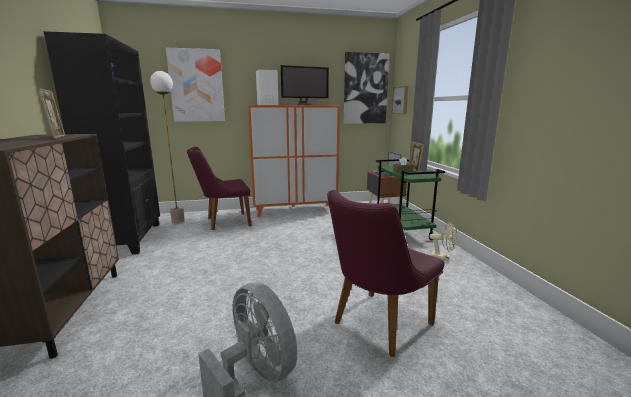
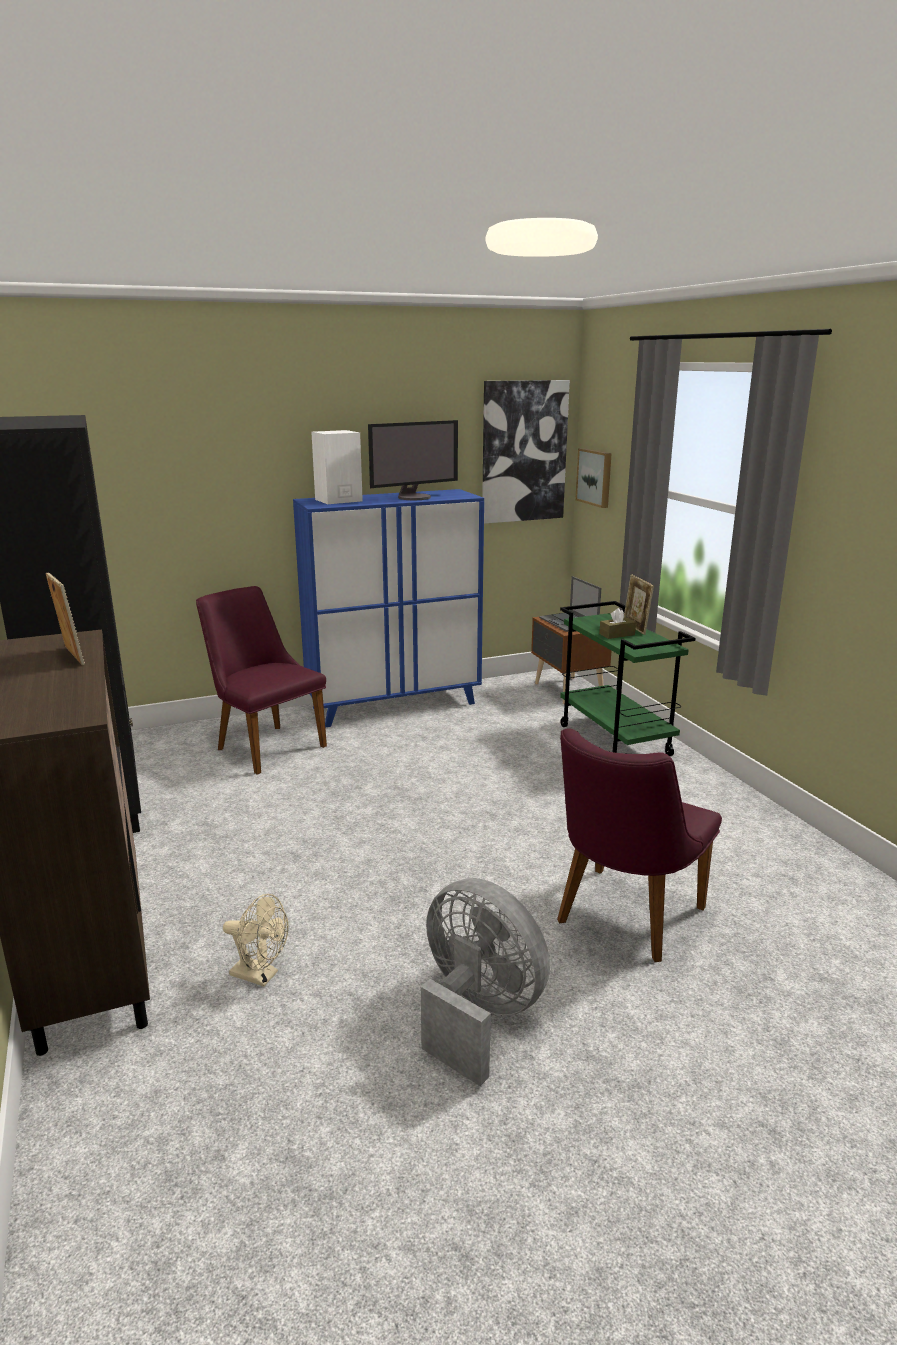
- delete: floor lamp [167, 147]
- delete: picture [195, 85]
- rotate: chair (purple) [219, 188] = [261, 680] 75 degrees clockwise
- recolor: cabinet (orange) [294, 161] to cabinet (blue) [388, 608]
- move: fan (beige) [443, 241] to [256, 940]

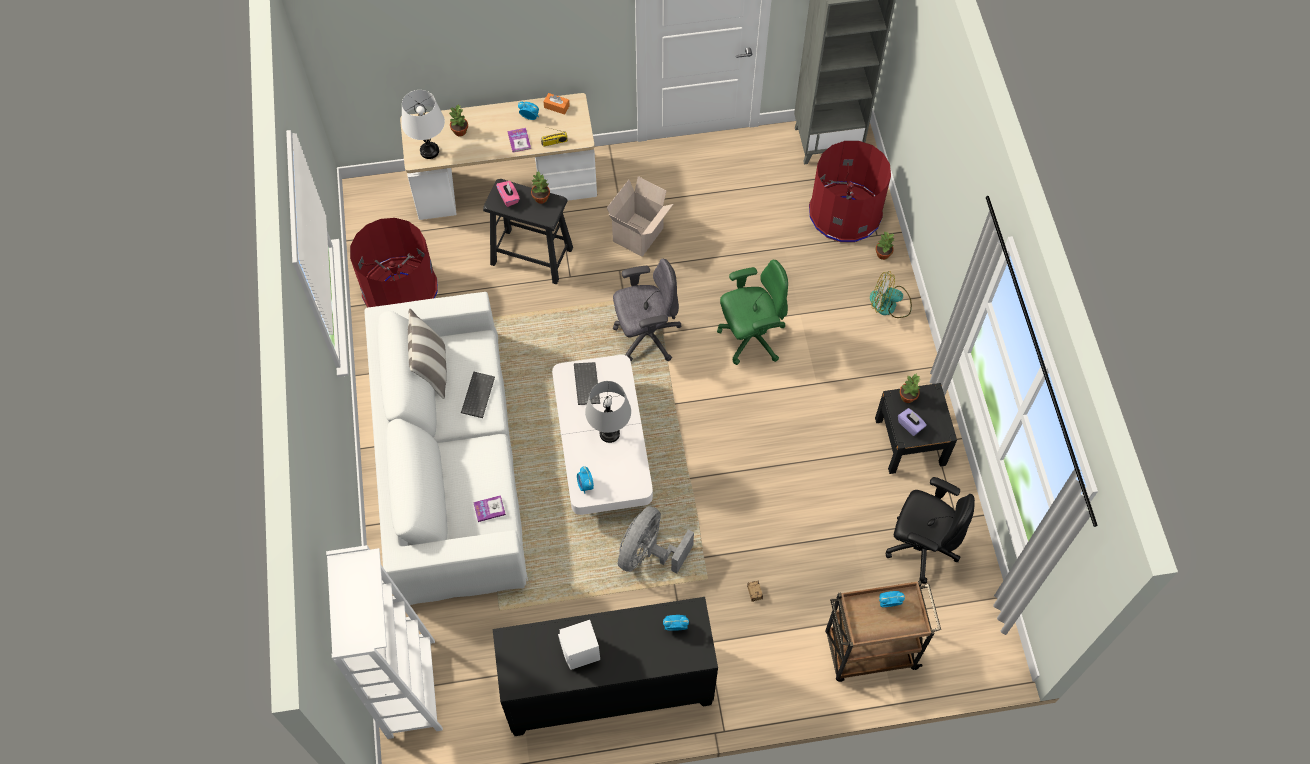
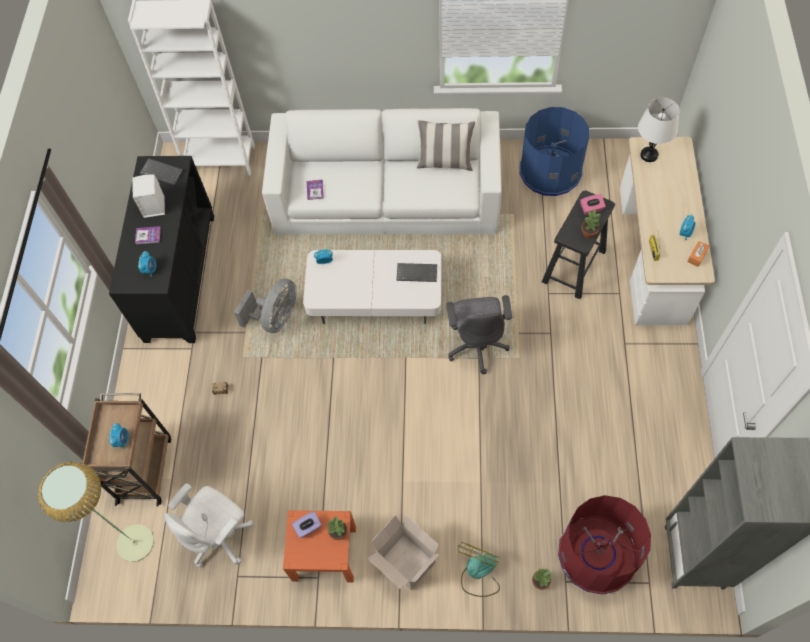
- recolor: trash can (red) [394, 263] to trash can (blue) [554, 151]
- delete: potted plant [458, 120]
- move: keyboard [478, 394] to [161, 172]
- move: book [519, 140] to [148, 235]
- delete: table lamp (grey) [608, 412]
- move: cardboard box [640, 216] to [403, 552]
- rotate: fan (grey) [656, 539] = [265, 306] 75 degrees clockwise
- delete: office chair (green) [752, 312]
- recolor: nightstand (black) [916, 428] to nightstand (orange) [319, 546]
- recolor: office chair (black) [930, 530] to office chair (white) [208, 525]
- insert: floor lamp [96, 511]

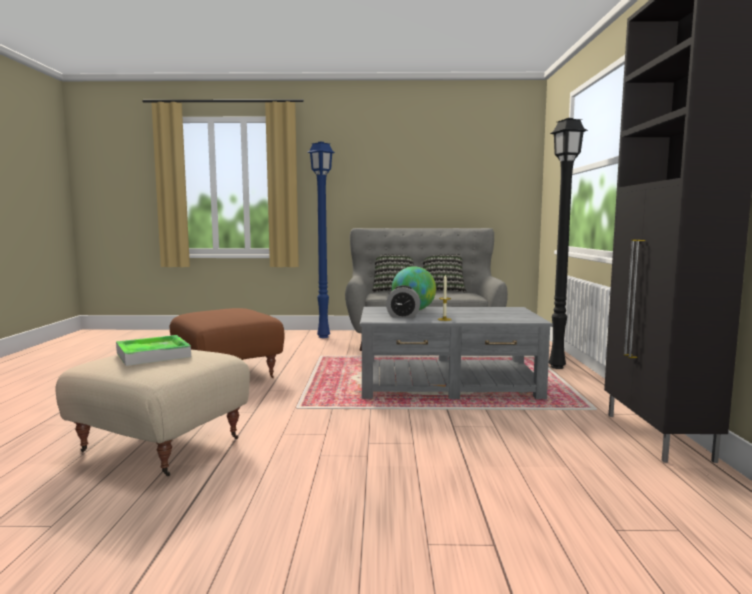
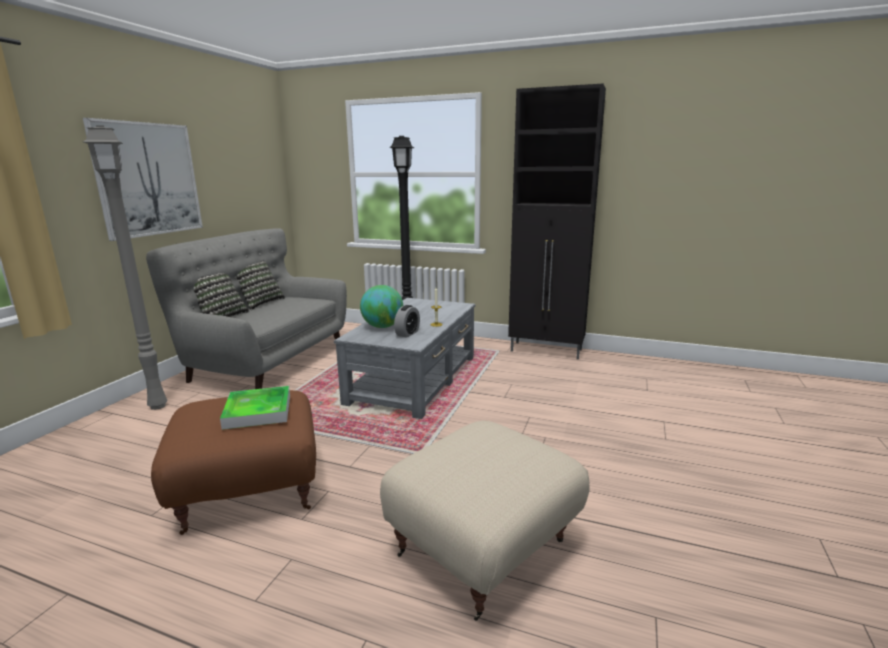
- move: tray [153, 350] to [255, 408]
- recolor: floor lamp (blue) [321, 239] to floor lamp (grey) [125, 267]
- insert: picture [143, 179]

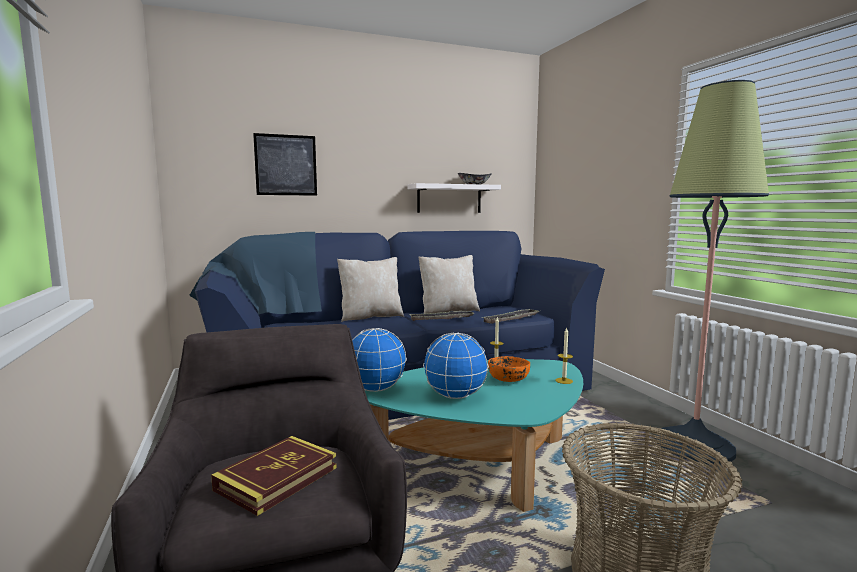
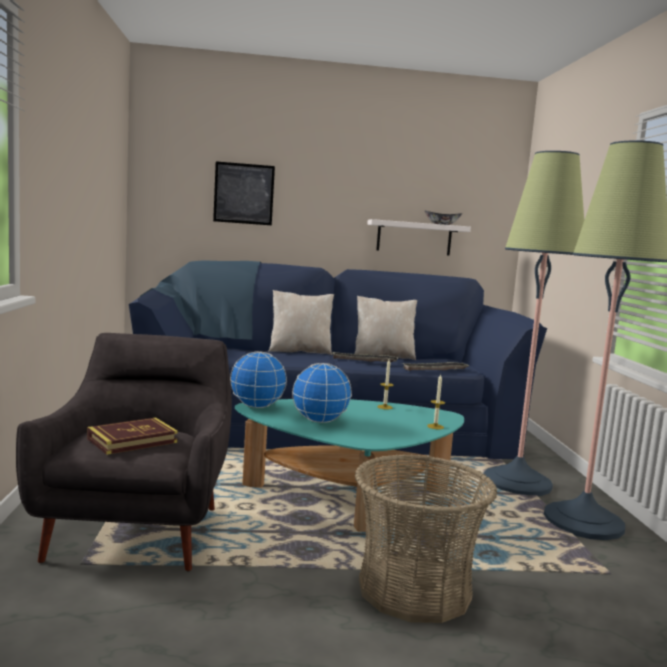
- delete: bowl (orange) [509, 369]
- insert: floor lamp [533, 323]

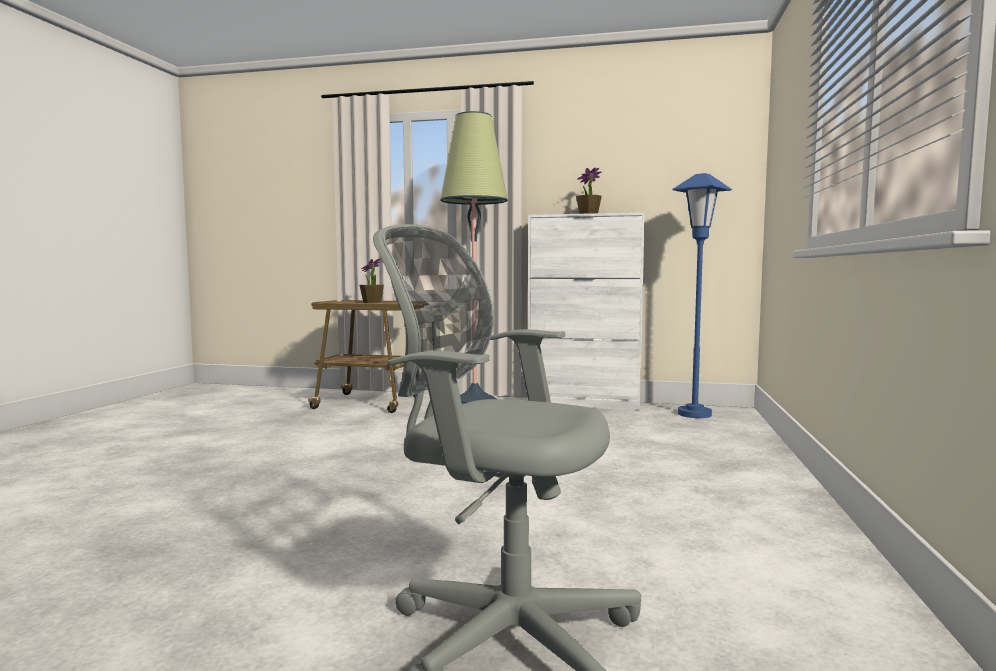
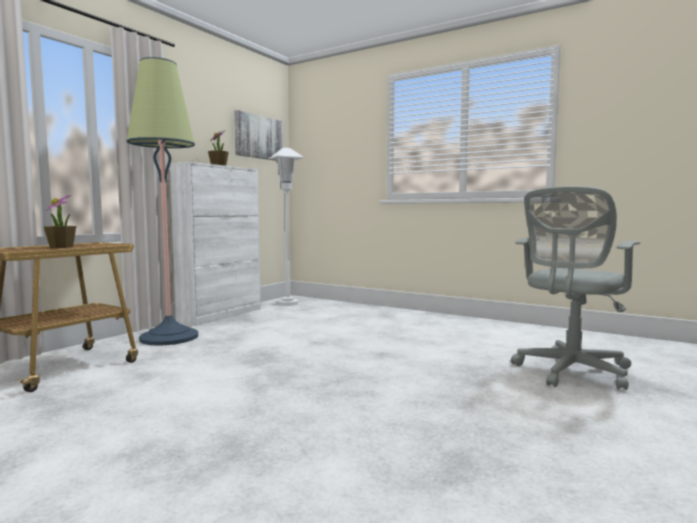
- recolor: floor lamp (blue) [702, 295] to floor lamp (white) [286, 227]
- insert: picture [258, 135]

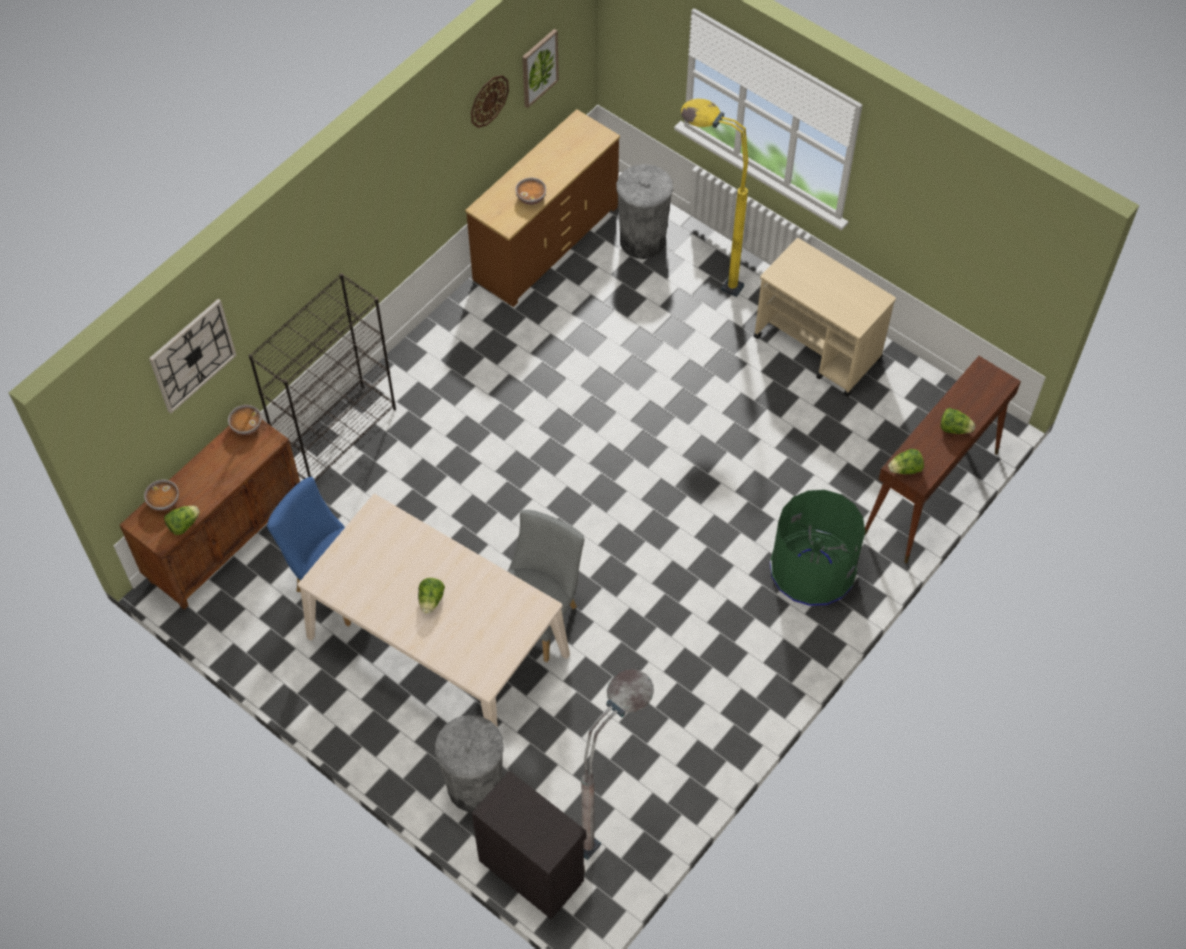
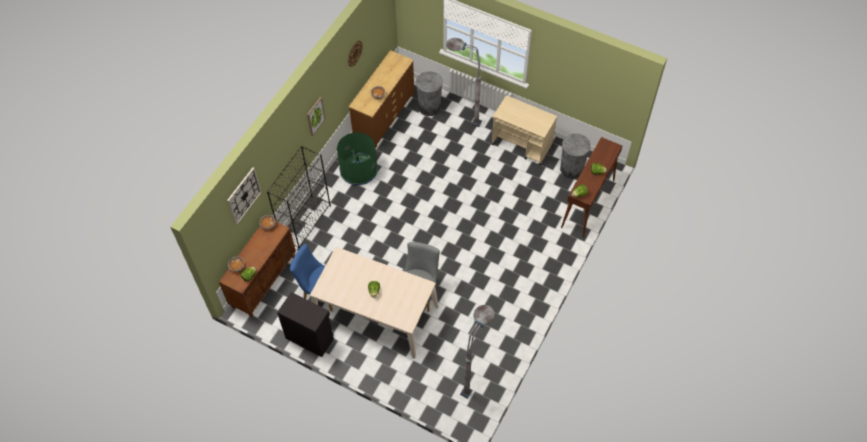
- move: trash can (grey) [469, 763] to [575, 156]
- move: cabinet (black) [529, 845] to [305, 324]
- move: picture [540, 68] to [316, 116]
- recolor: floor lamp (yellow) [714, 198] to floor lamp (grey) [464, 82]
- move: trash can (green) [817, 548] to [357, 158]

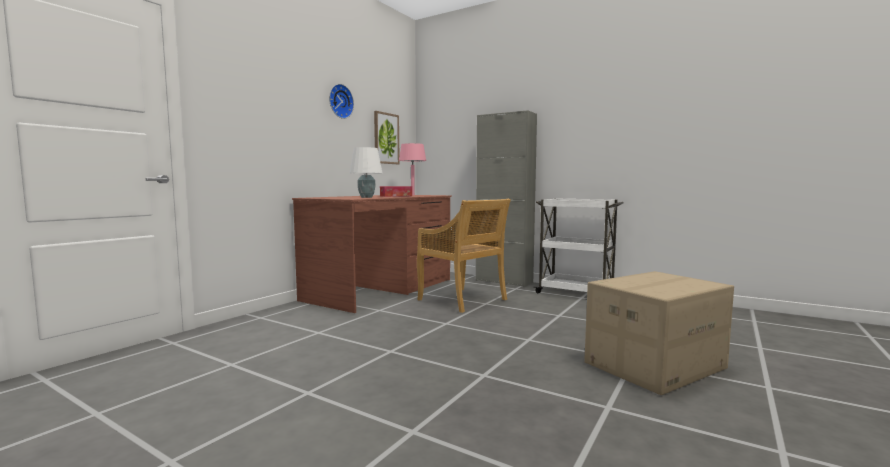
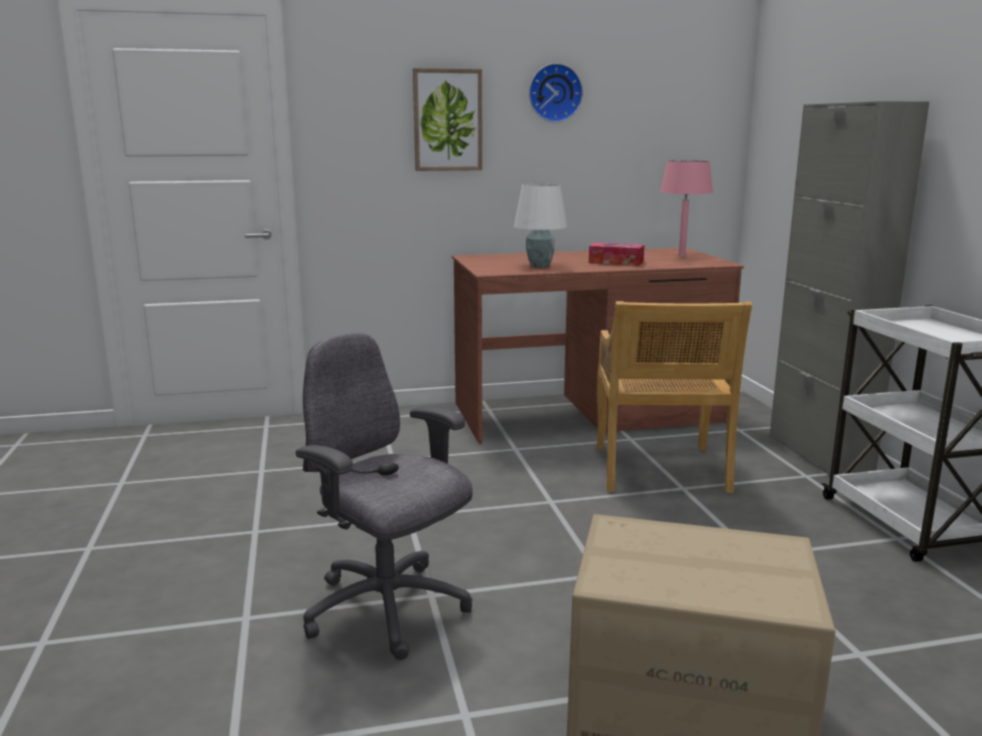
- move: picture [387, 137] to [447, 119]
- insert: office chair (grey) [384, 496]

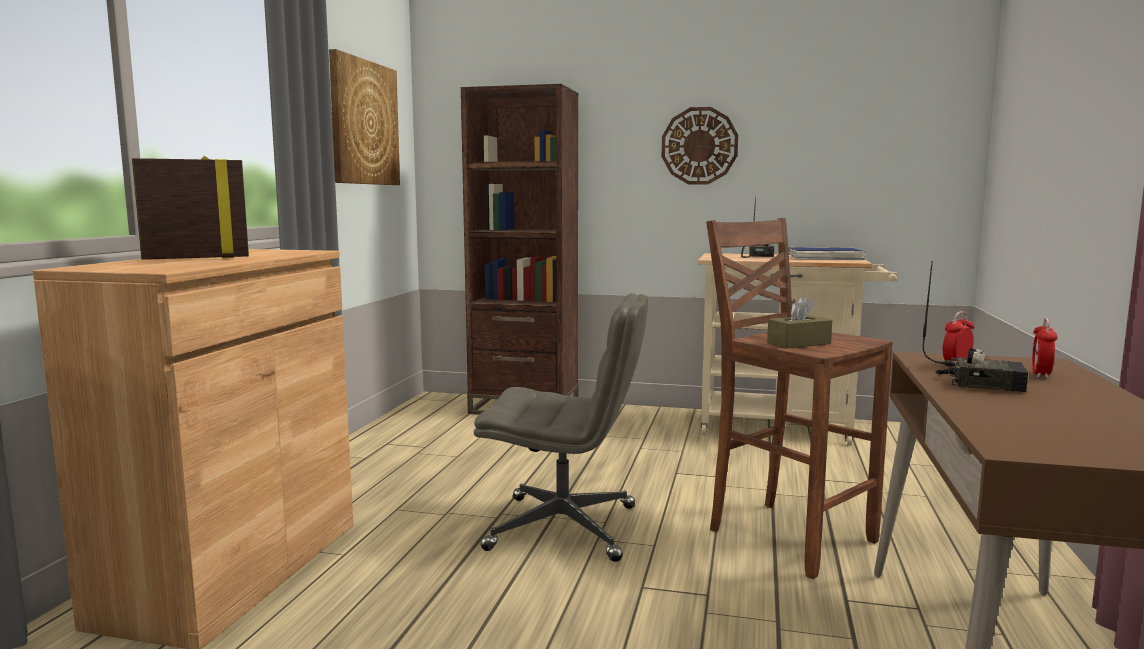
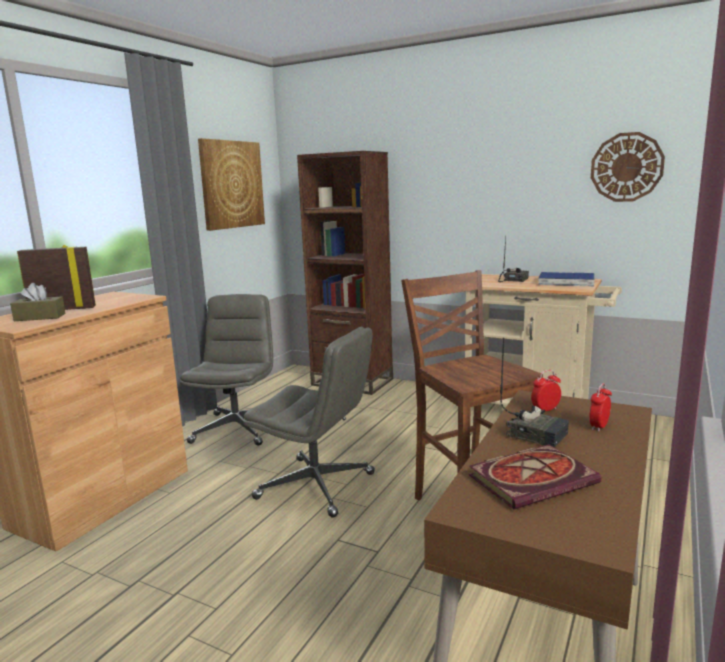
- move: wall clock [700, 145] to [628, 167]
- move: tissue box (brown) [799, 322] to [38, 302]
- insert: office chair (grey) [226, 370]
- insert: book [535, 476]

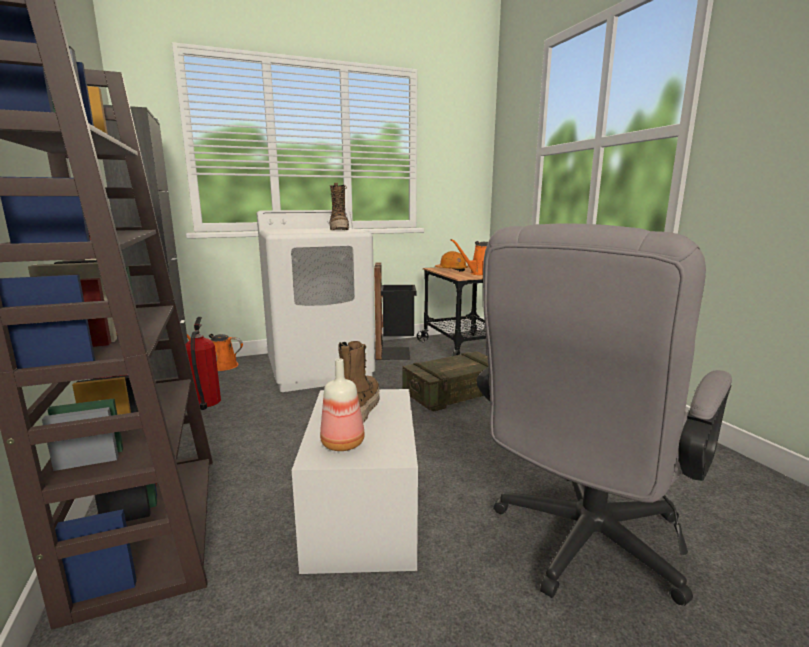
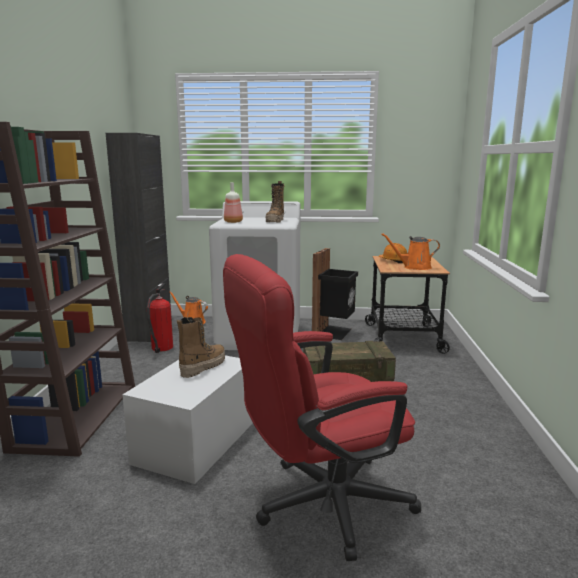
- move: bottle [342, 404] to [233, 202]
- recolor: office chair (grey) [604, 414] to office chair (red) [322, 407]

